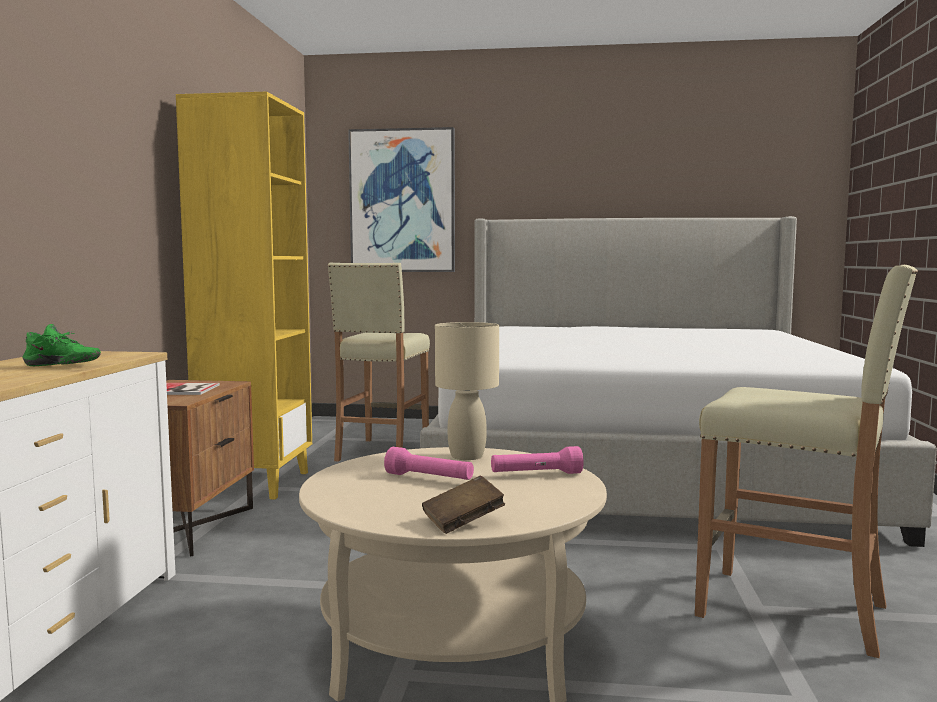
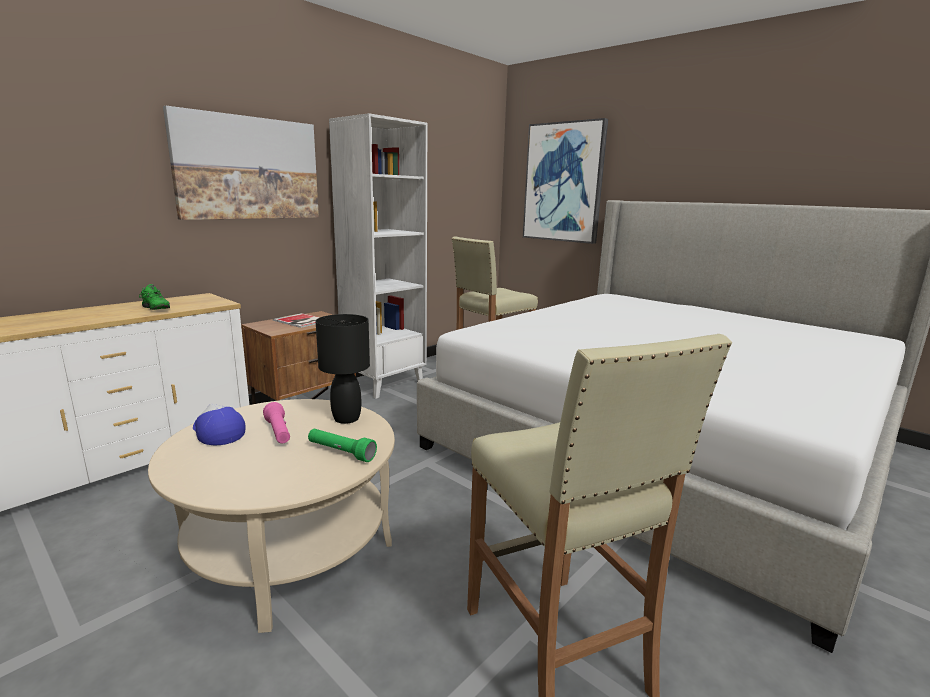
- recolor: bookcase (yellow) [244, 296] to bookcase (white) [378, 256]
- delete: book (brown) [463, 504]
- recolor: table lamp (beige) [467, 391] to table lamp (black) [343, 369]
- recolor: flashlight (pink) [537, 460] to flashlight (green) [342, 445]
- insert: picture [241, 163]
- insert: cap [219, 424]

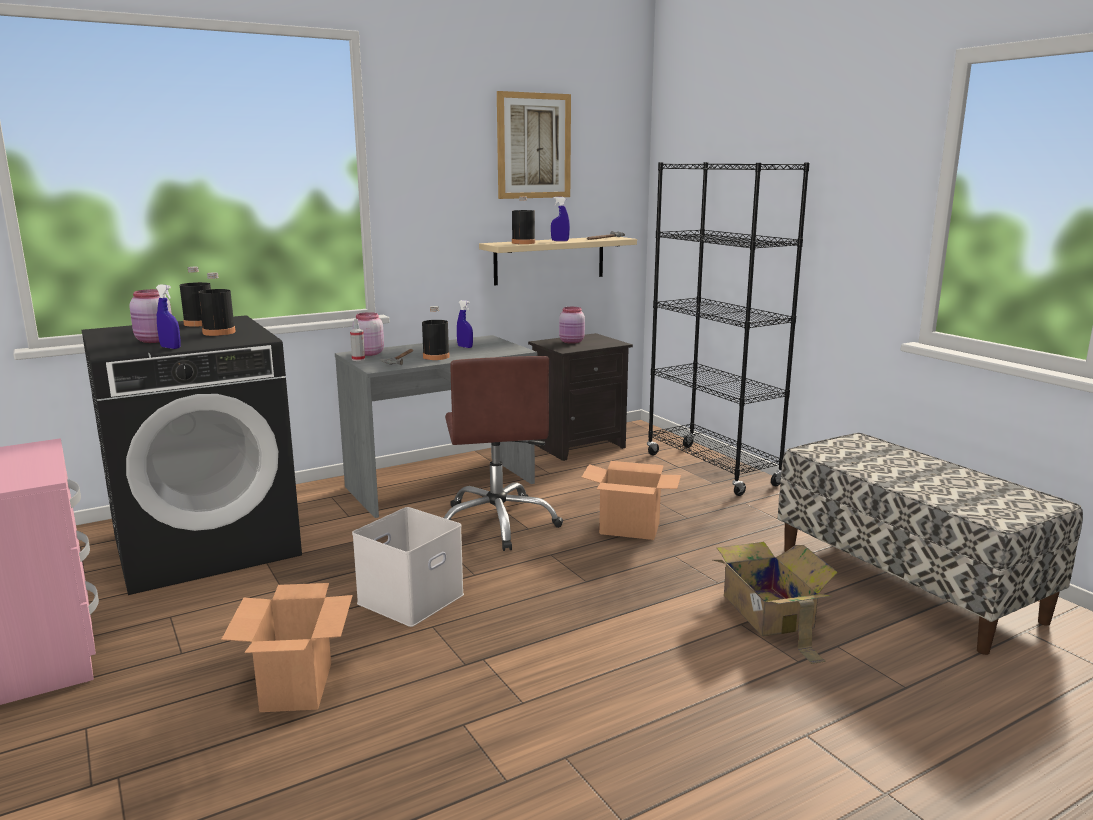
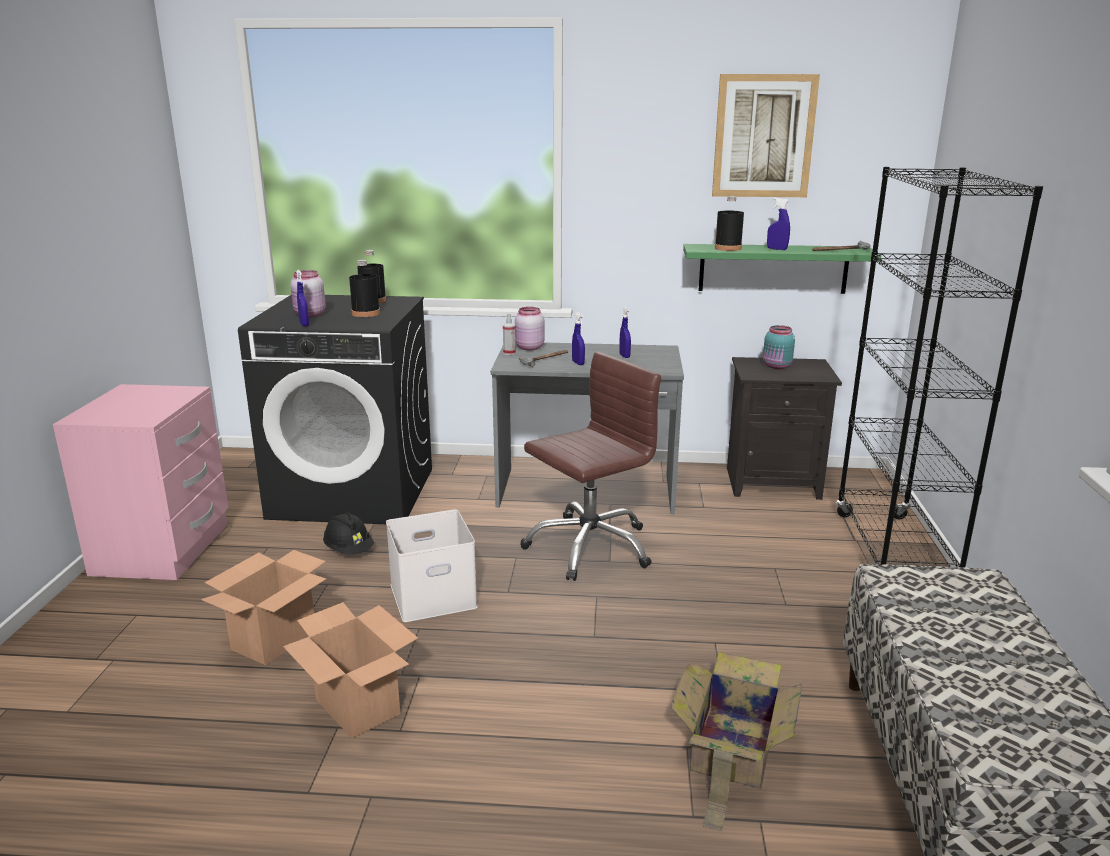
- replace: bottle (black) [436, 333] to spray bottle (blue) [578, 338]
- rotate: office chair (brown) [503, 453] = [591, 466] 150 degrees counterclockwise
- recolor: shelf (beige) [558, 260] to shelf (green) [782, 269]
- recolor: jar (pink) [572, 325] to jar (turquoise) [779, 347]
- move: cardboard box [631, 500] to [350, 670]
- insert: hard hat (black) [348, 533]

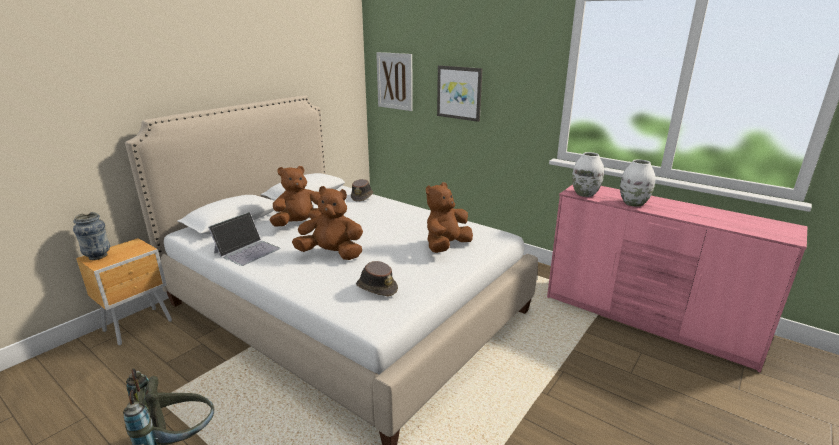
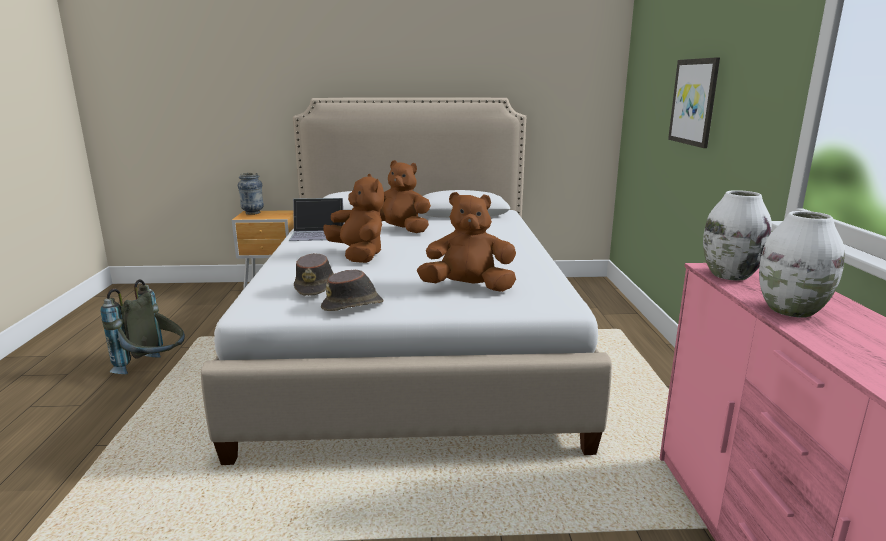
- move: hat (brown) [362, 190] to [352, 290]
- delete: picture [394, 81]

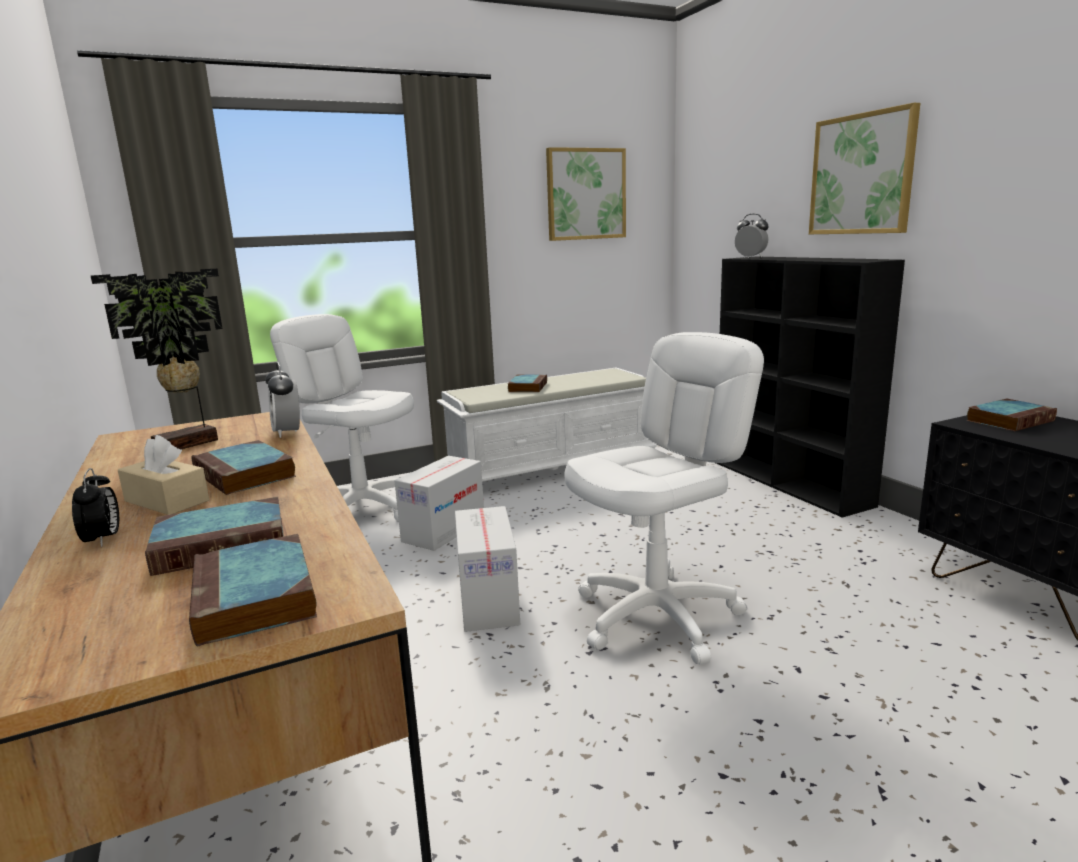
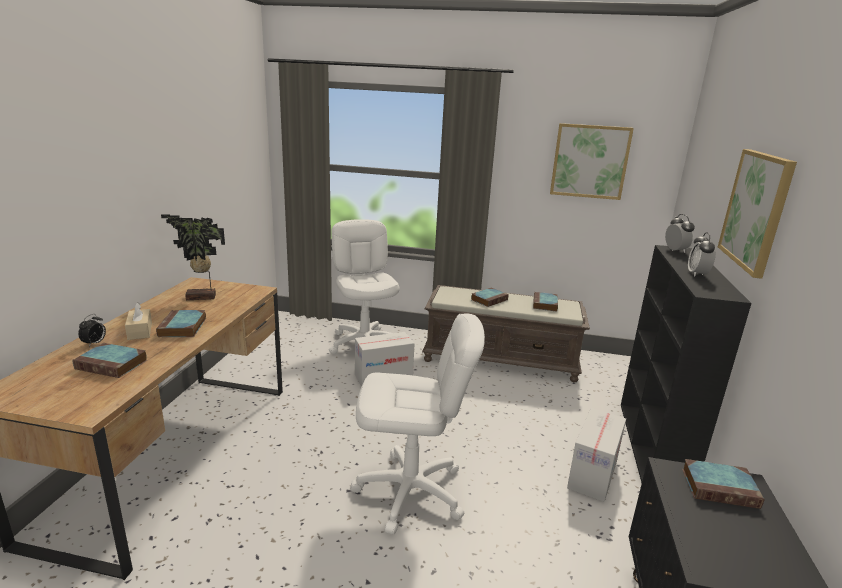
- move: book [253, 590] to [545, 302]
- move: alarm clock [282, 400] to [702, 254]
- recolor: bench (white) [547, 425] to bench (brown) [506, 333]
- move: cardboard box [487, 569] to [596, 455]

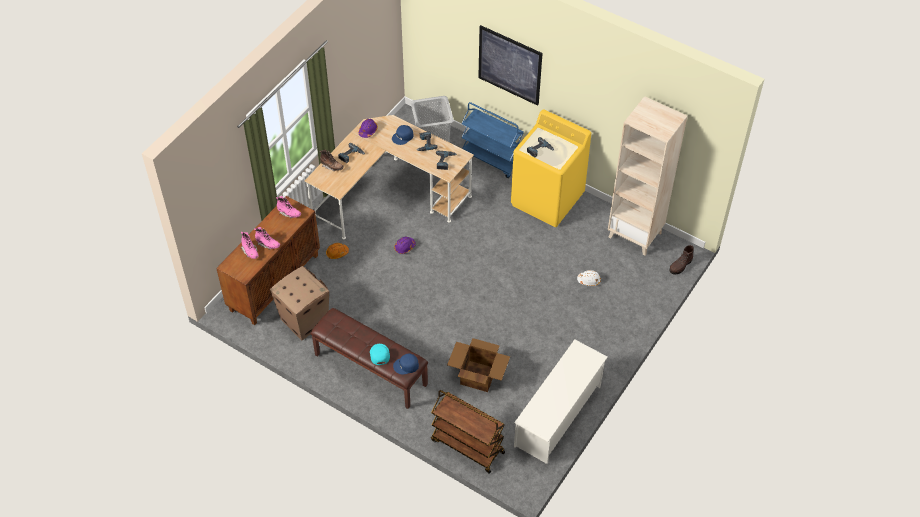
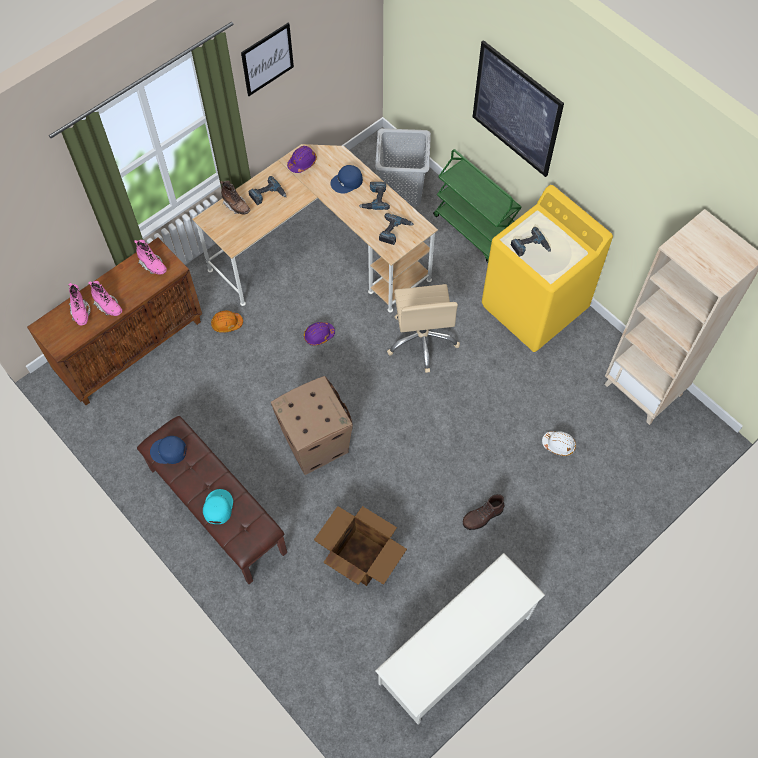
- move: cardboard box [299, 303] to [312, 425]
- move: cap (blue) [406, 363] to [168, 450]
- delete: cart (brown) [468, 432]
- recolor: cart (blue) [492, 140] to cart (green) [477, 206]
- move: boot (brown) [682, 260] to [484, 512]
- insert: picture [267, 59]
- insert: office chair (beige) [423, 328]

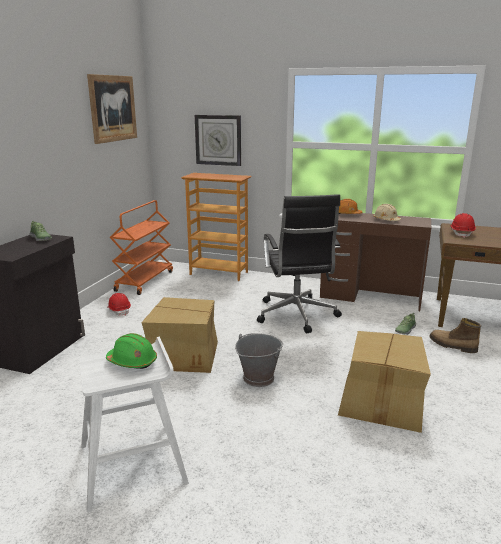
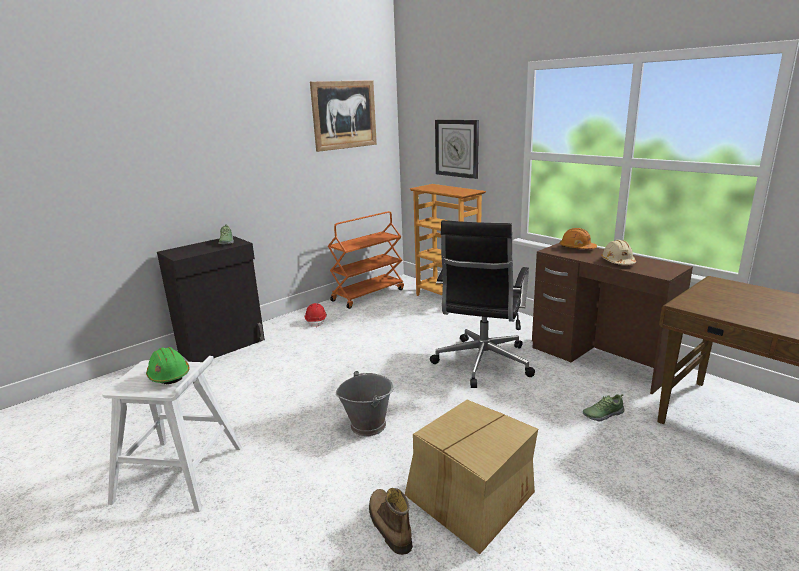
- delete: cardboard box [180, 335]
- move: boot [455, 335] to [391, 521]
- delete: hard hat (red) [463, 225]

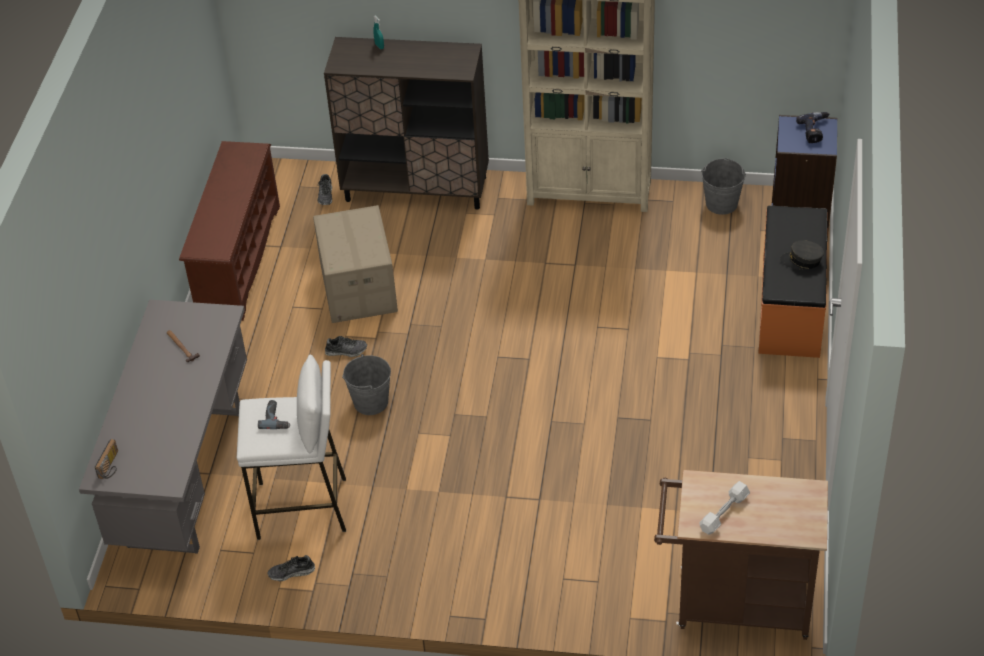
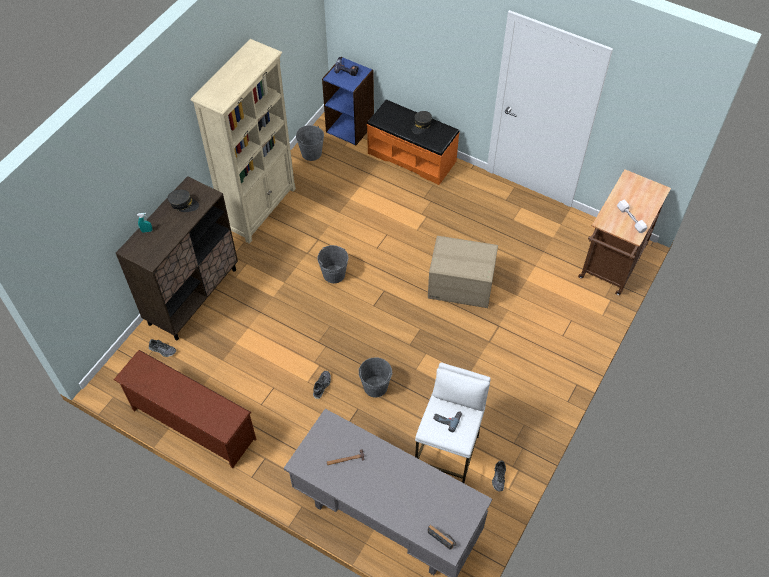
- move: cardboard box [355, 264] to [463, 272]
- insert: cap (grey) [183, 201]
- insert: bucket (grey) [332, 264]

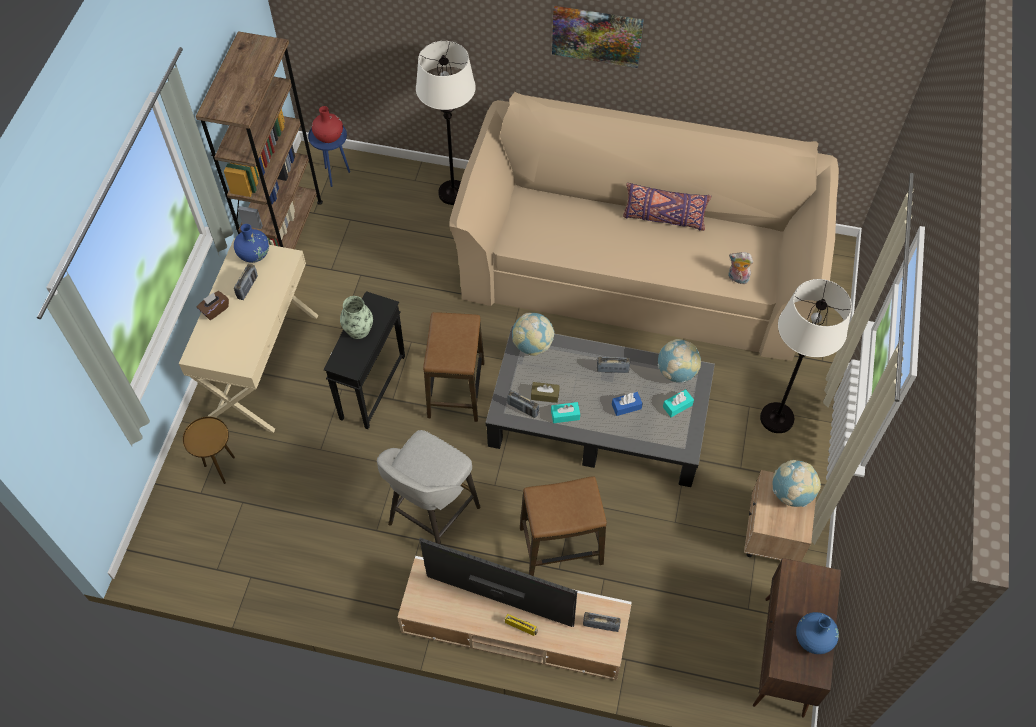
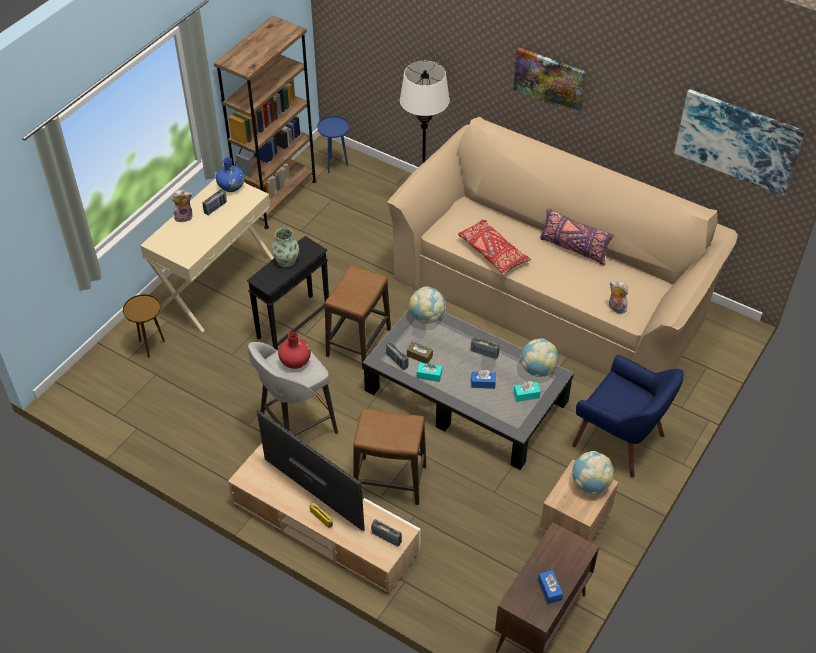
- replace: tissue box (brown) [213, 305] to plush toy [182, 206]
- move: vase (red) [327, 124] to [294, 350]
- replace: floor lamp (white) [806, 356] to armchair (blue) [628, 416]
- replace: vase (blue) [817, 633] to tissue box (blue) [550, 587]
- insert: pillow (red) [494, 247]
- insert: picture [740, 142]

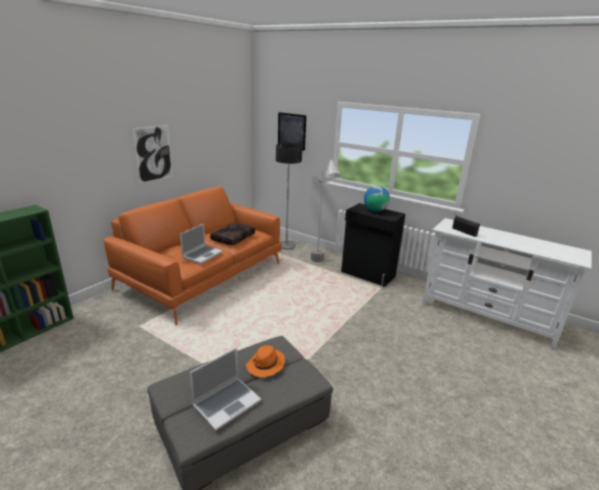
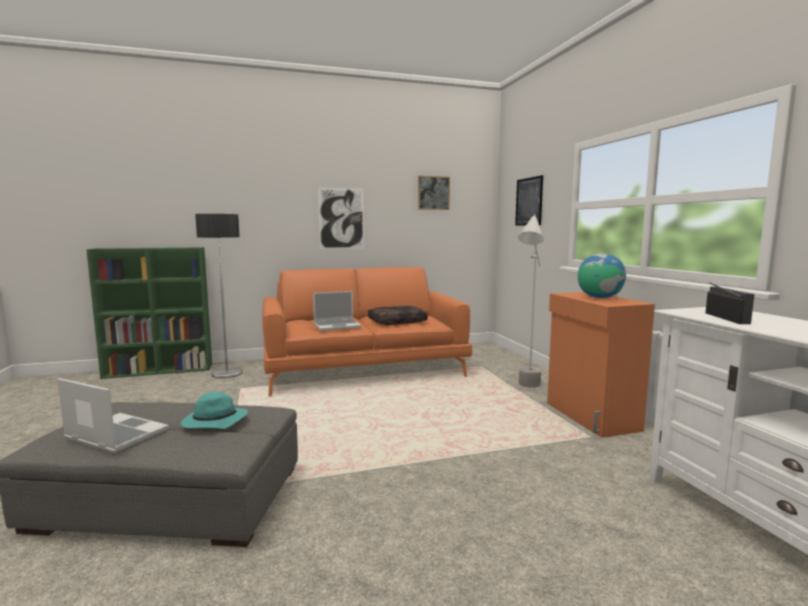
- rotate: laptop [225, 389] = [113, 415] 150 degrees counterclockwise
- recolor: hat (orange) [265, 361] to hat (turquoise) [214, 410]
- move: floor lamp [289, 196] to [219, 296]
- recolor: cabinet (black) [373, 245] to cabinet (orange) [601, 365]
- insert: picture [434, 193]

